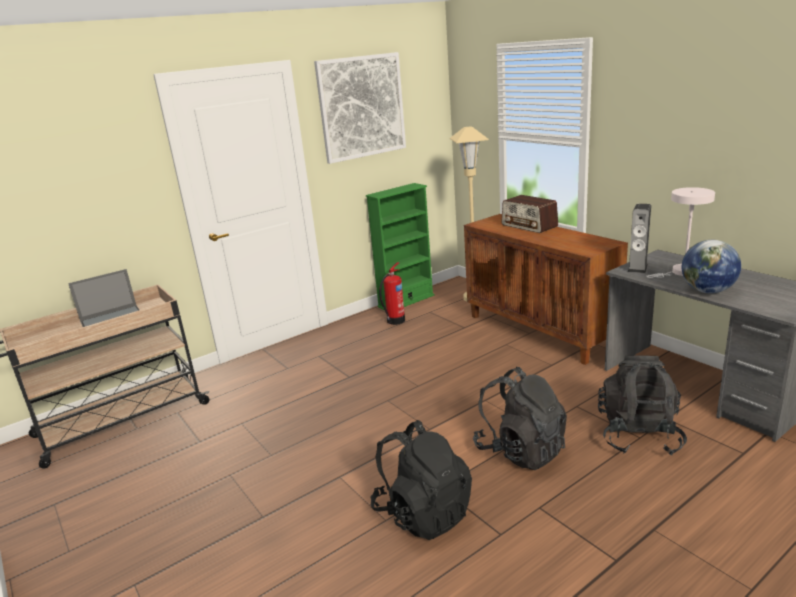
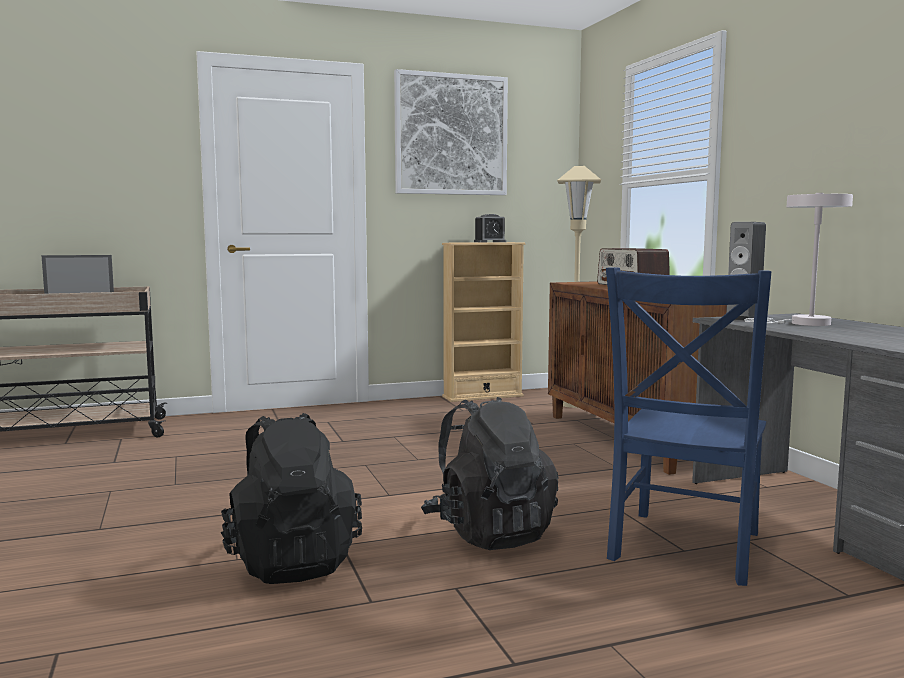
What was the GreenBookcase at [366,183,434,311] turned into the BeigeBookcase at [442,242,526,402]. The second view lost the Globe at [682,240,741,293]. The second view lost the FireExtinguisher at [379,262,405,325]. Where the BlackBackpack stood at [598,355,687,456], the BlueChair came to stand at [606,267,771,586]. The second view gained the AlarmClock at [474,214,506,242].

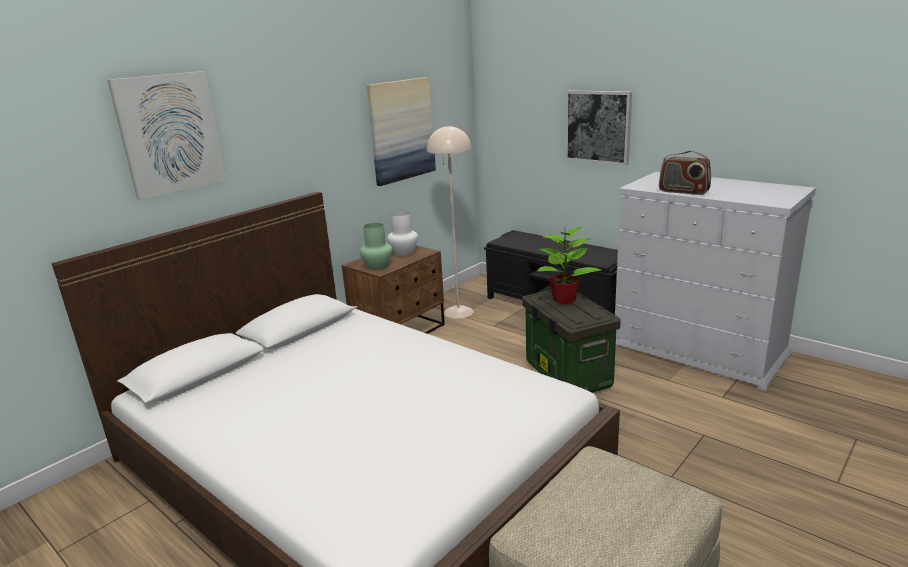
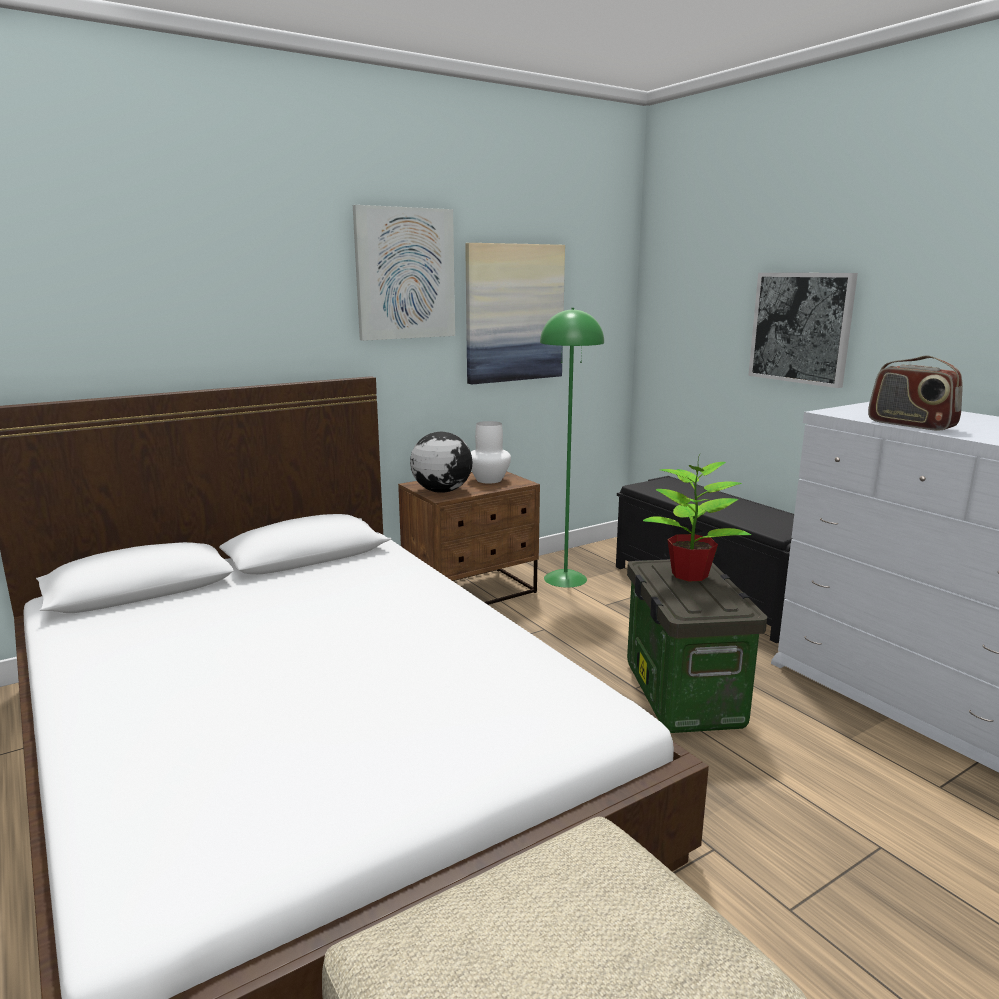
The Picture ended up elsewhere, having gone from [107,71,226,200] to [353,205,455,341]. What was the BeigeFloorLamp at [427,125,474,319] turned into the GreenFloorLamp at [540,308,604,588]. Where the GreenVase stood at [360,223,393,270], the Globe came to stand at [410,432,473,493].

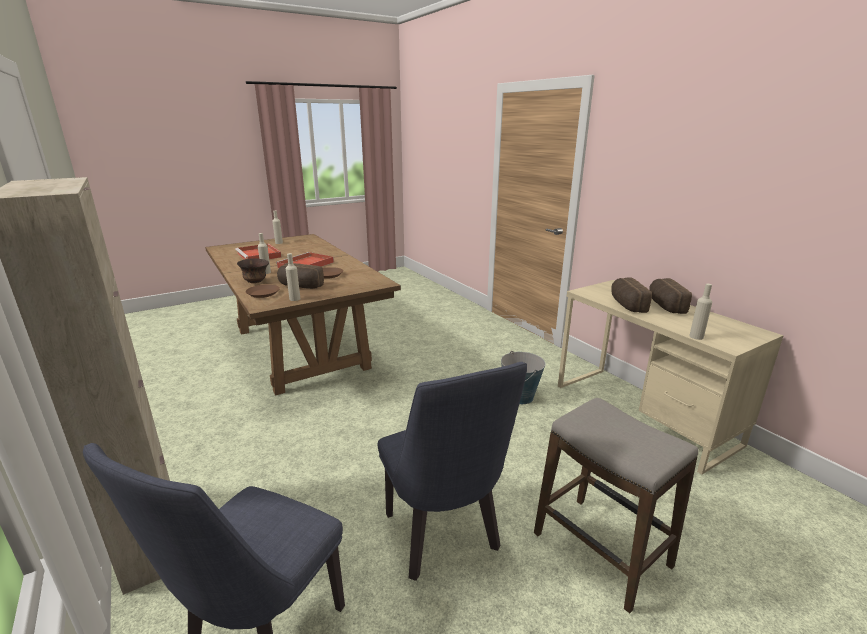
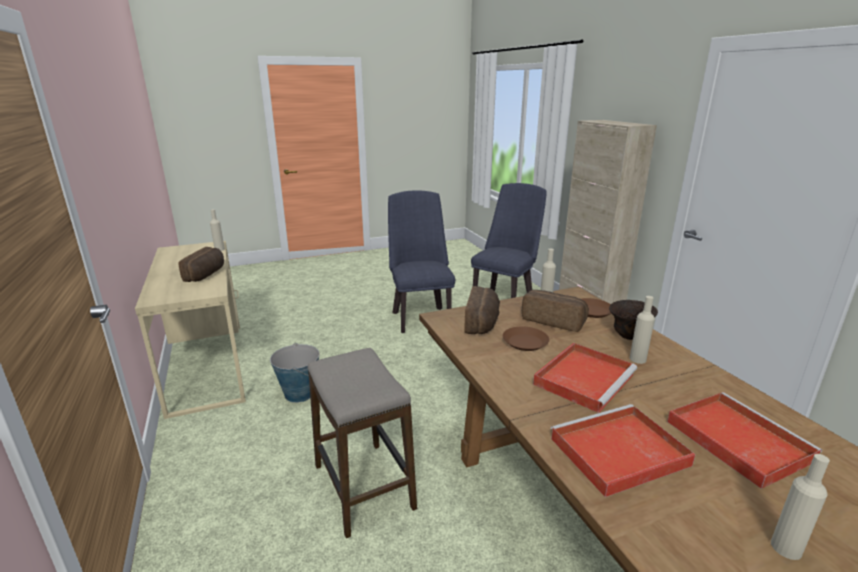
The Bread ended up elsewhere, having gone from [649,278,692,314] to [464,286,500,334]. The Stool ended up elsewhere, having gone from [534,398,699,613] to [308,348,417,538]. The second view gained the RedTray at [551,404,696,497].

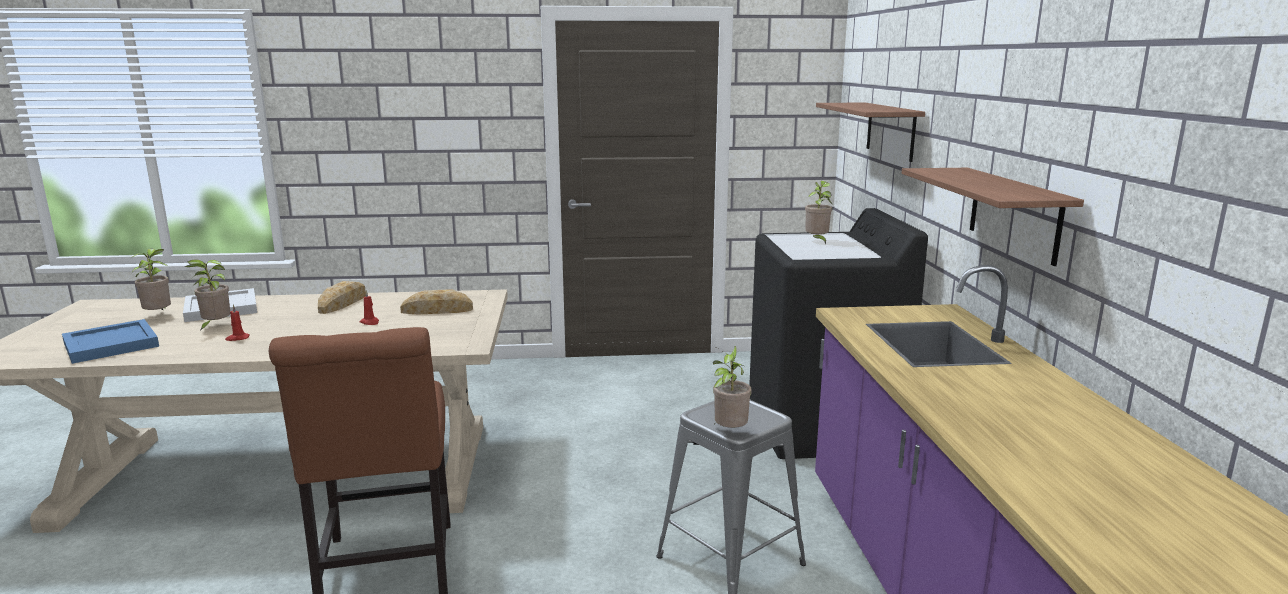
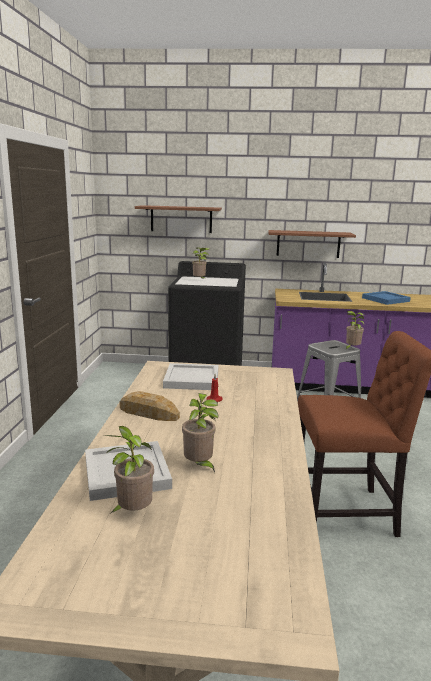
Where the Bread stood at [400,289,473,315], the WhiteTray came to stand at [163,363,218,390]. The second view lost the RedCandle at [225,304,250,341]. The BlueTray ended up elsewhere, having gone from [62,319,159,364] to [362,291,411,305].

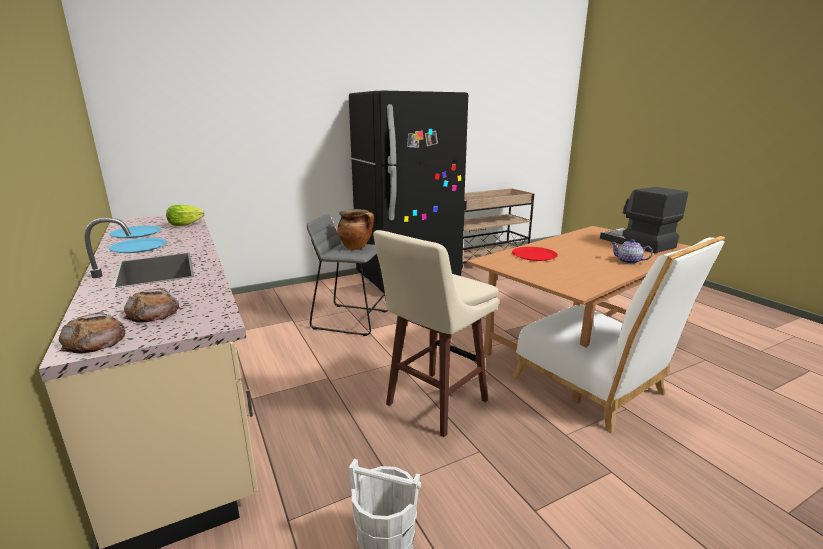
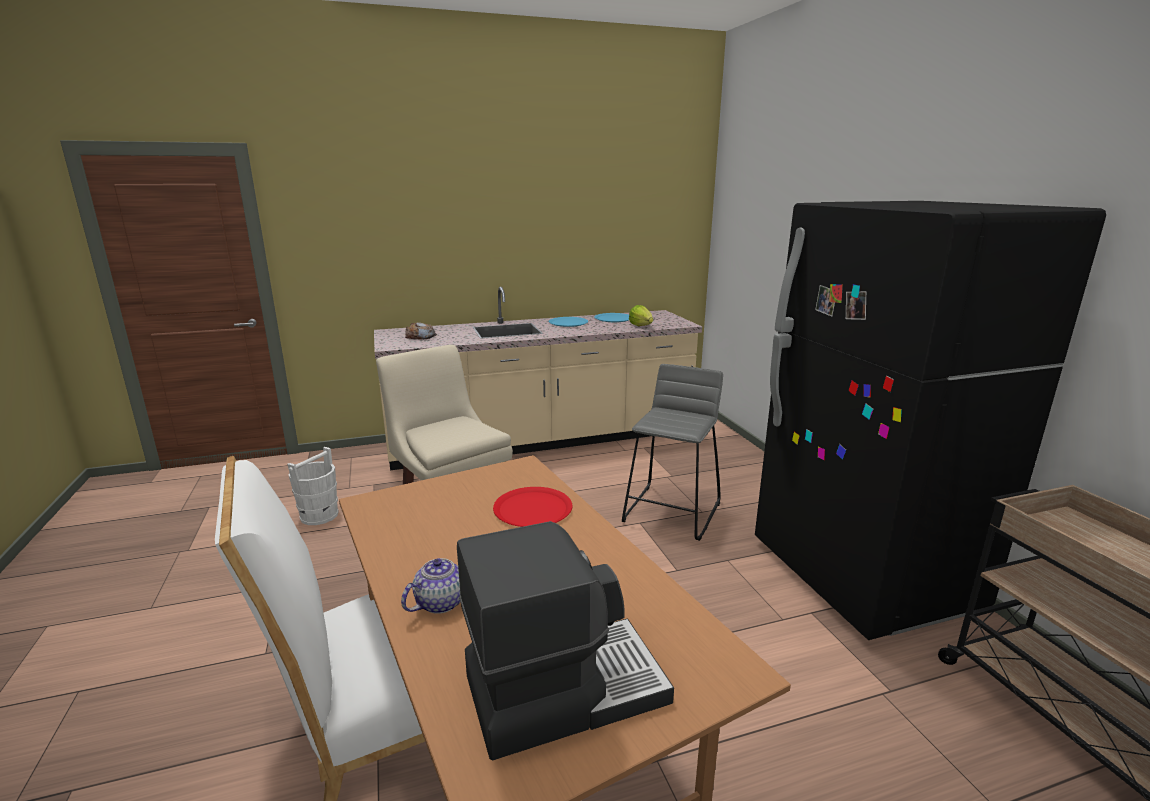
The second view lost the CookingPot at [337,209,374,250]. The second view lost the Bread at [59,312,125,354].

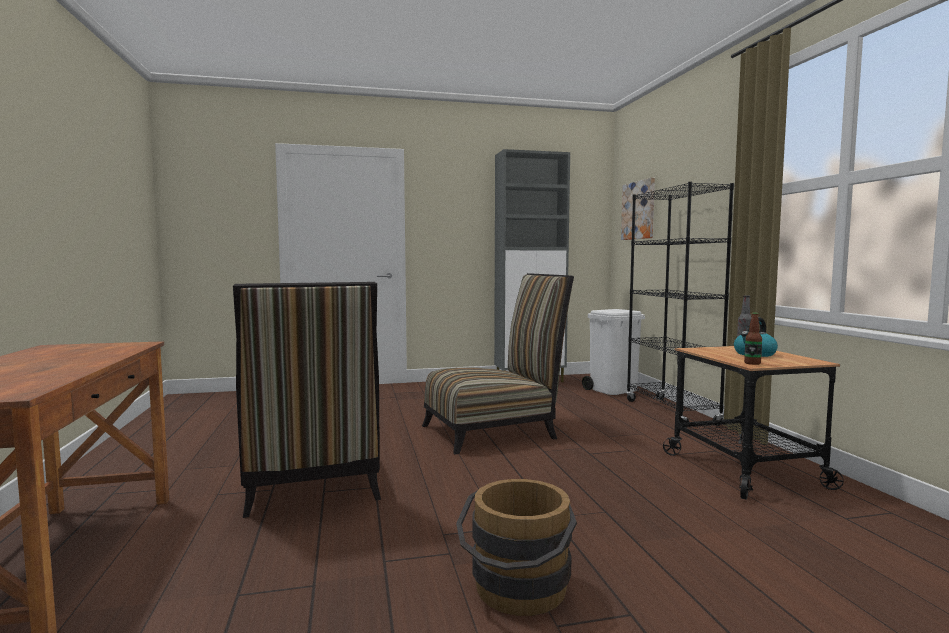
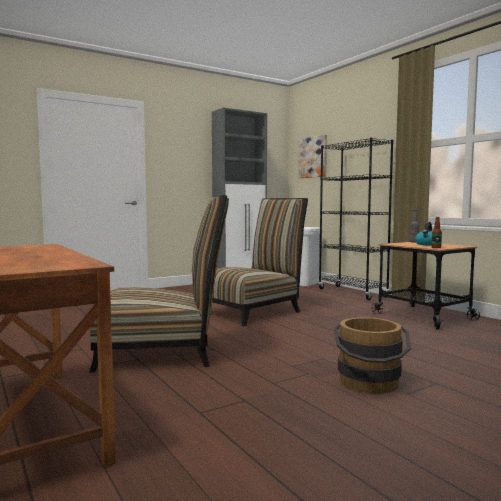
The Chair at [233,282,381,518] ended up facing another way, 60 degrees counterclockwise from before.

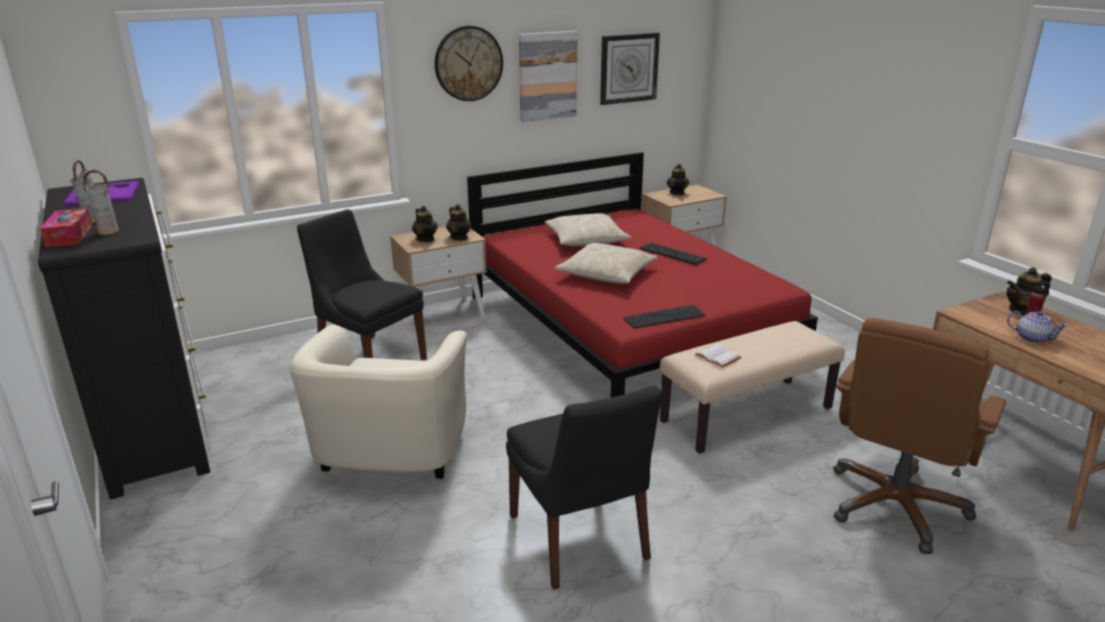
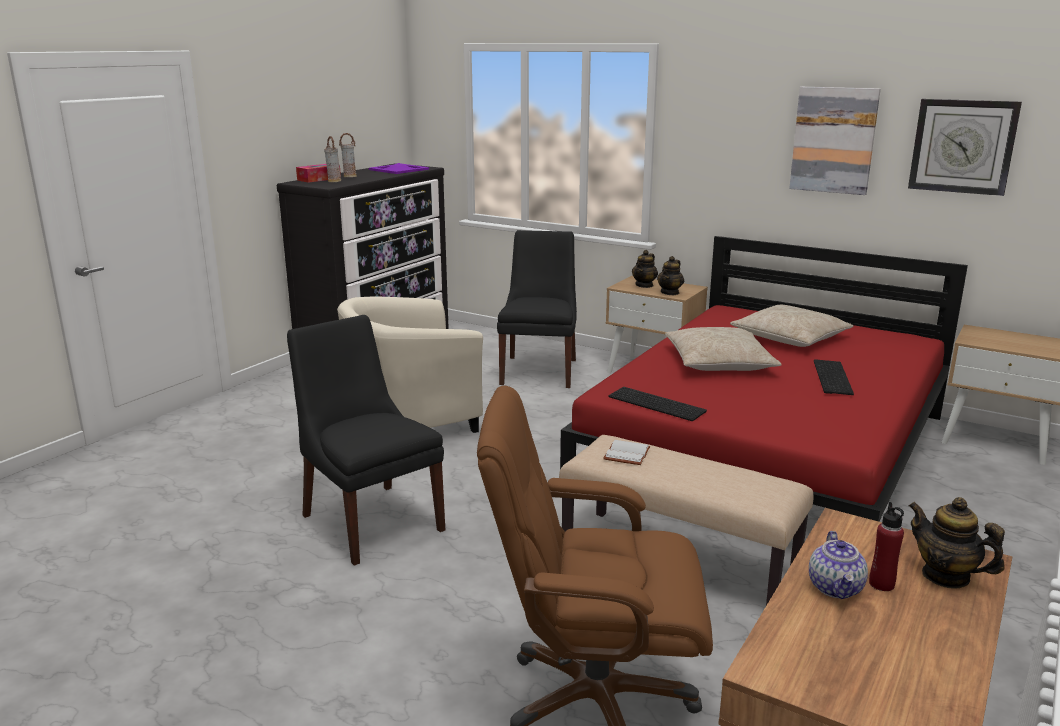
The second view lost the WallClock at [435,26,503,101]. The second view lost the Teapot at [667,164,689,195]. The BlackChair at [506,386,662,590] ended up facing another way, 105 degrees clockwise from before.

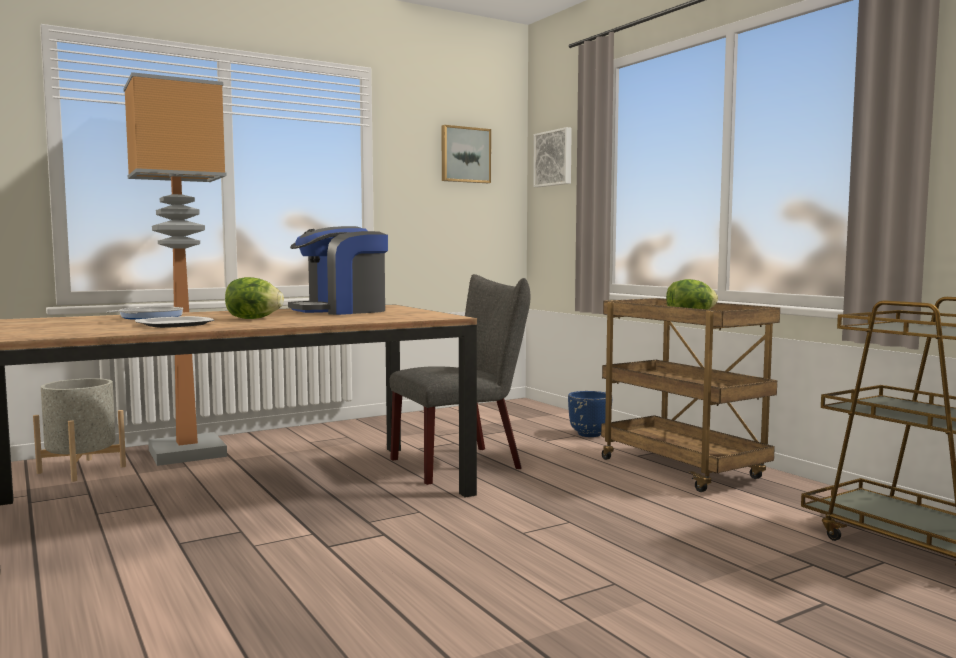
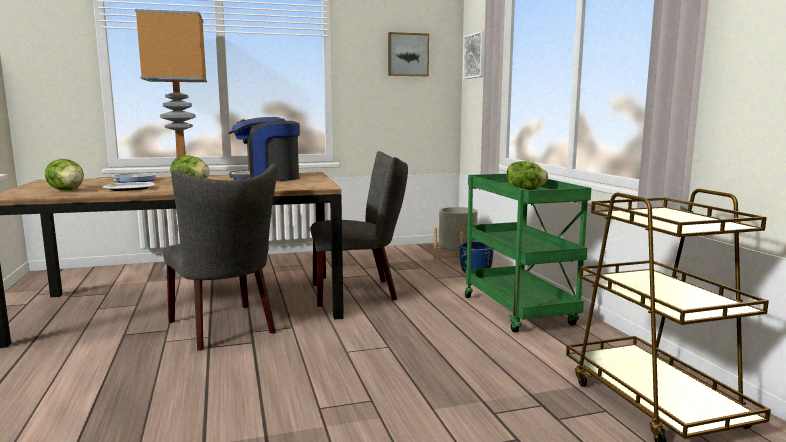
What was the BrownCart at [601,298,780,492] turned into the GreenCart at [465,174,591,333]. The GreyPlanter ended up elsewhere, having gone from [33,378,126,482] to [433,207,479,267]. The second view gained the Lettuce at [45,159,84,190]. The second view gained the GreyChair at [163,164,277,350].

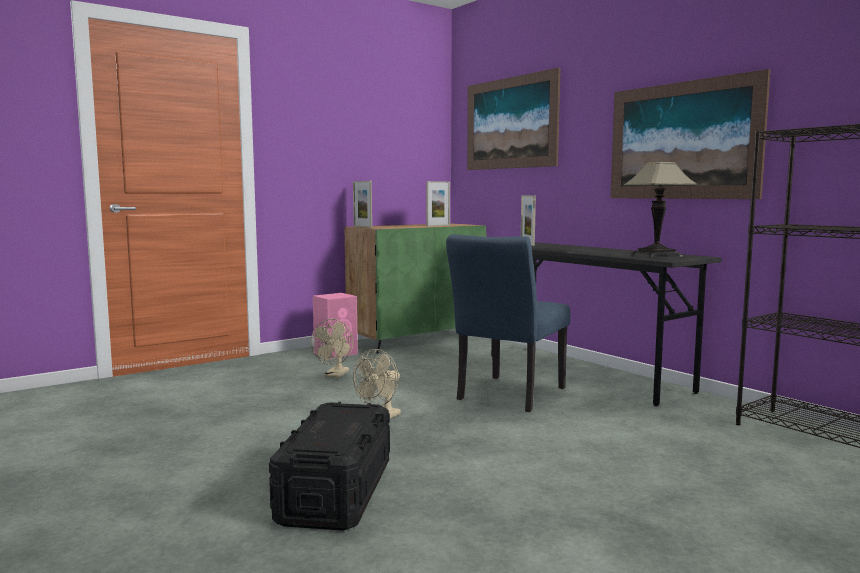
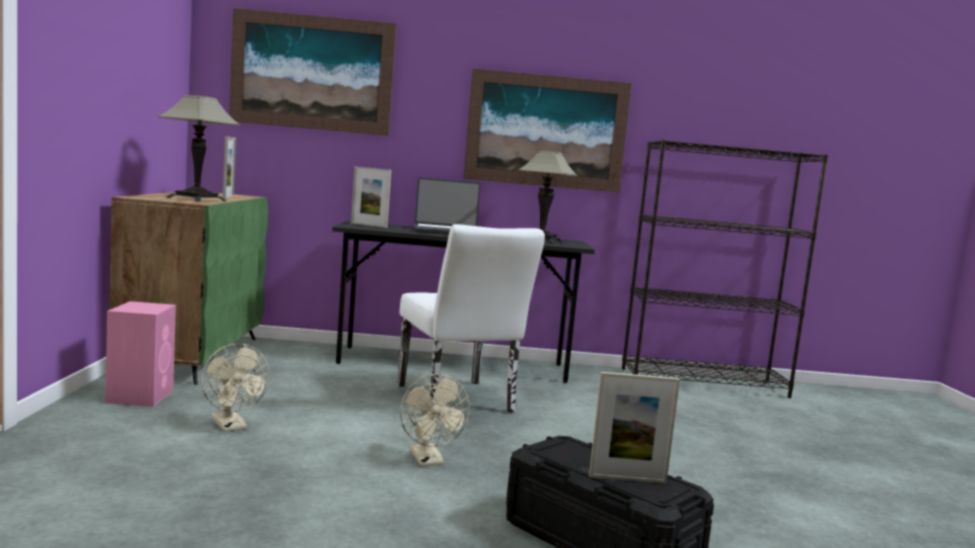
The PictureFrame ended up elsewhere, having gone from [353,181,372,228] to [589,372,680,483]. What was the BlueChair at [446,234,570,412] turned into the WhiteChair at [397,224,545,413]. The second view gained the TableLamp at [157,95,240,202]. The second view gained the Laptop at [414,178,481,235].

